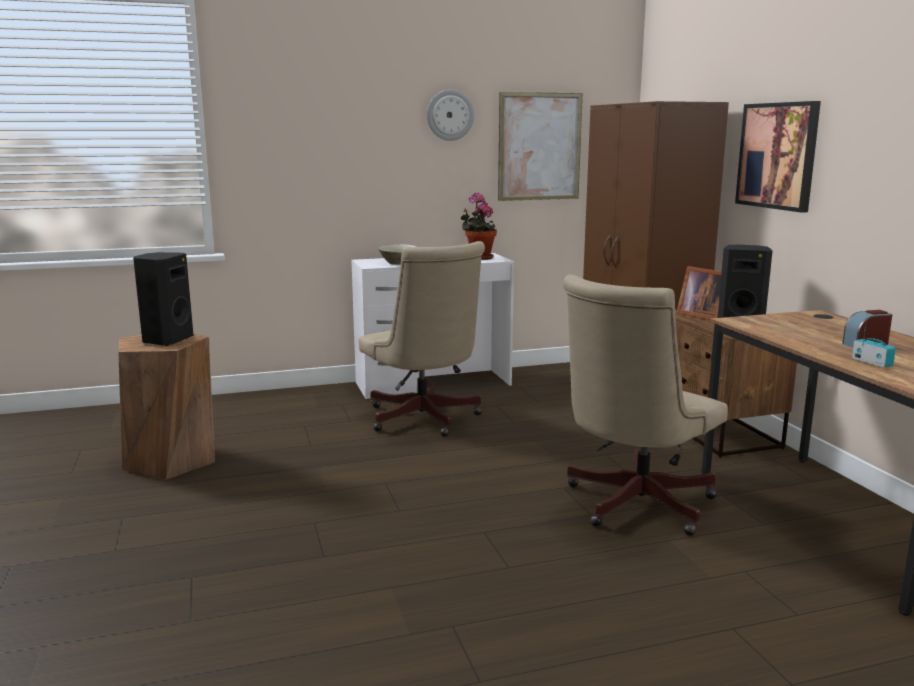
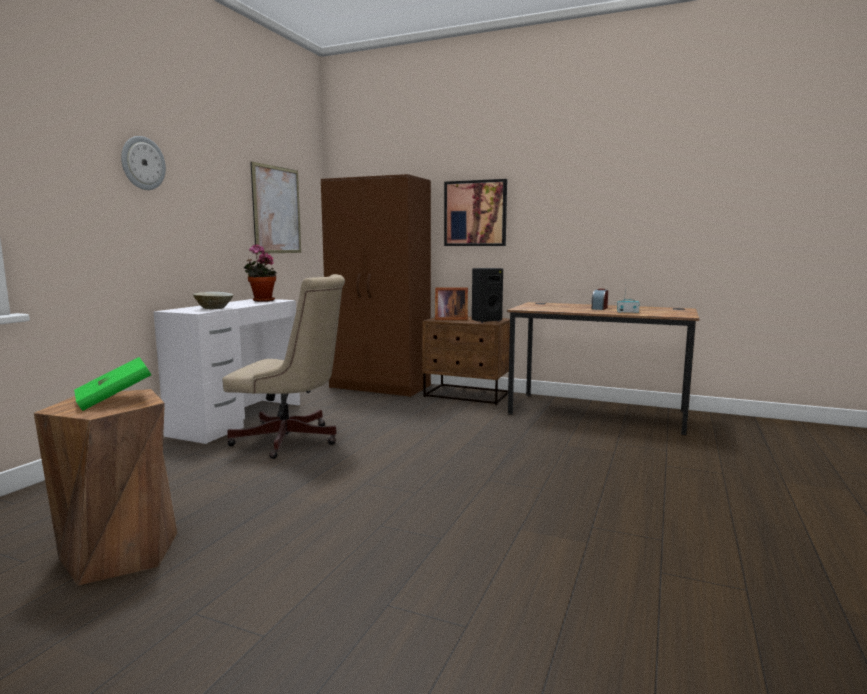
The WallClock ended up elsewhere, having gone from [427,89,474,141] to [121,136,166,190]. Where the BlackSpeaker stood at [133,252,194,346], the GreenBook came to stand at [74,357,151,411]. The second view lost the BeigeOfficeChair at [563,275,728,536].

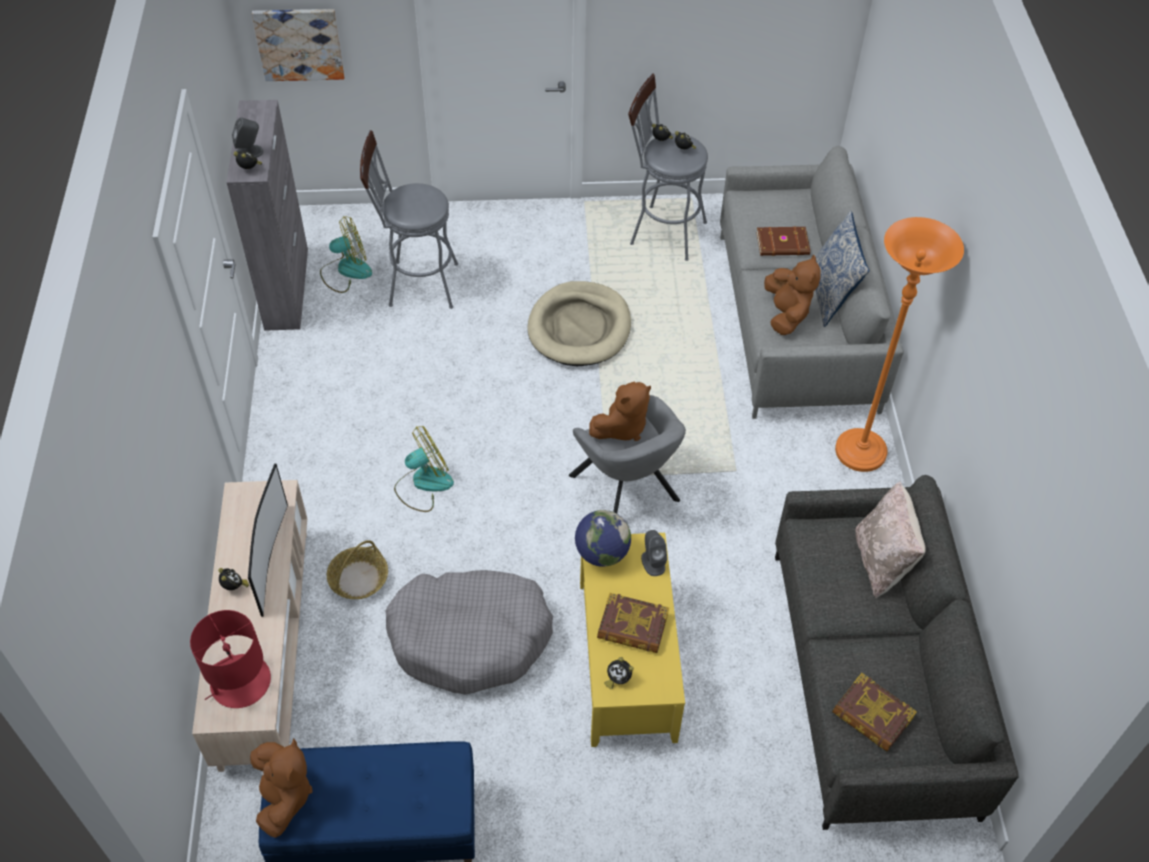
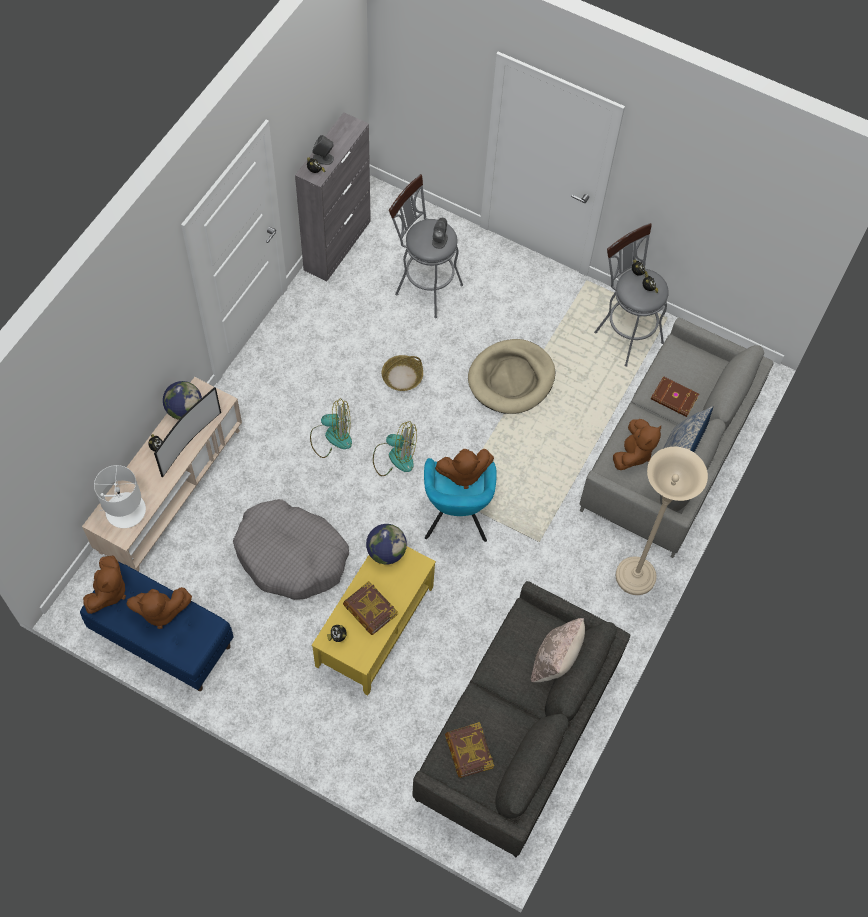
The second view lost the Picture at [252,9,345,81]. The Fan ended up elsewhere, having gone from [320,217,372,293] to [373,421,417,476]. What was the OrangeFloorLamp at [835,217,964,472] turned into the BeigeFloorLamp at [616,447,708,595]. What was the GreyArmchair at [569,395,686,513] turned into the TurquoiseArmchair at [424,458,497,542]. The GreySpeaker ended up elsewhere, having gone from [641,530,667,576] to [432,218,448,249]. The Basket ended up elsewhere, having gone from [327,540,388,599] to [382,355,423,391]. What was the RedTableLamp at [190,610,271,708] turned into the WhiteTableLamp at [94,465,146,528]. The second view gained the Globe at [163,381,202,420]. The second view gained the BrownPlushToy at [126,587,192,629].

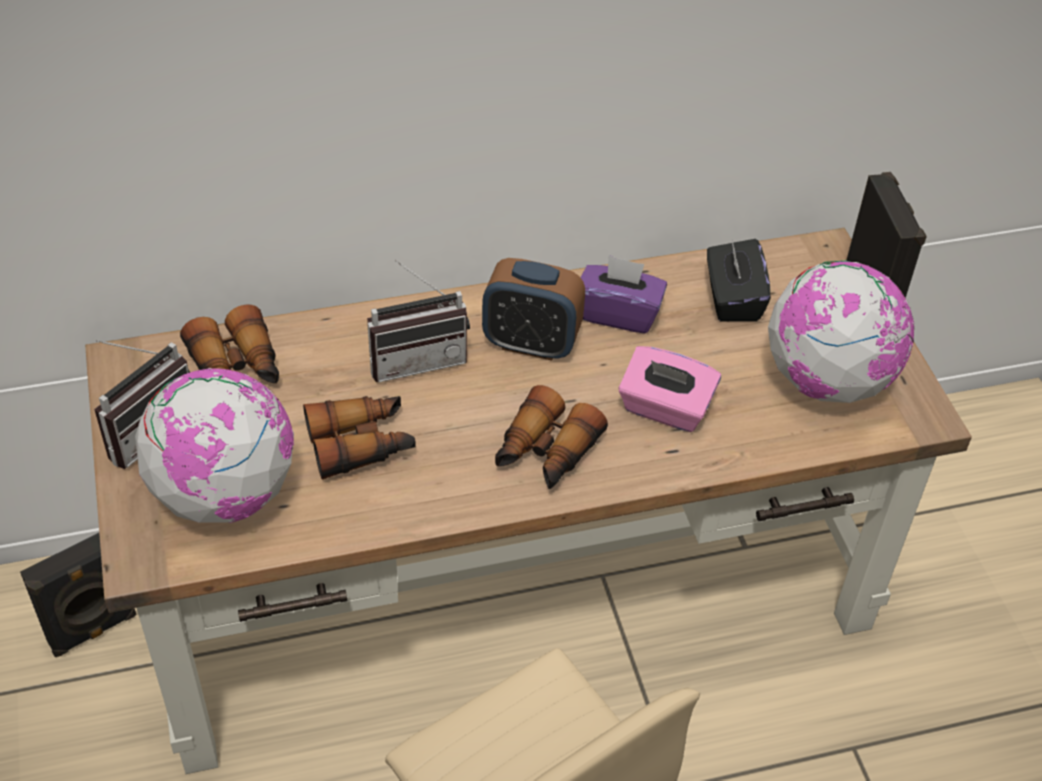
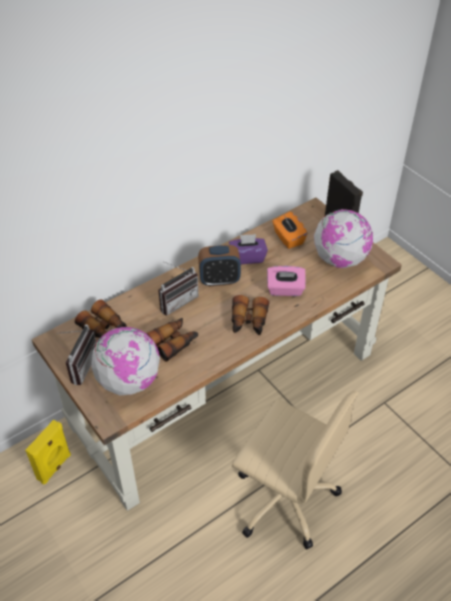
What was the BlackTissueBox at [707,239,771,321] turned into the OrangeTissueBox at [272,212,308,249]. What was the BlackSpeaker at [20,533,136,657] turned into the YellowSpeaker at [25,420,71,484].

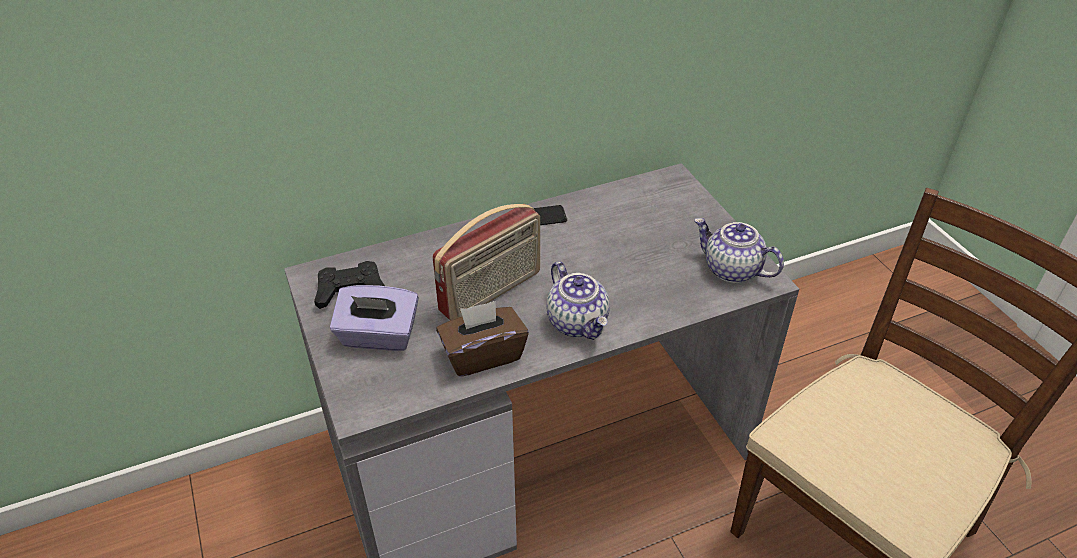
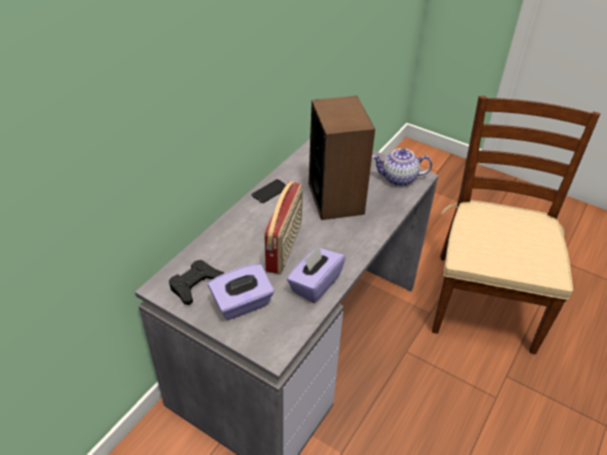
The second view lost the Teapot at [546,261,610,340]. What was the BrownTissueBox at [436,301,529,377] turned into the PurpleTissueBox at [287,245,345,303]. The second view gained the Speaker at [309,96,375,220].

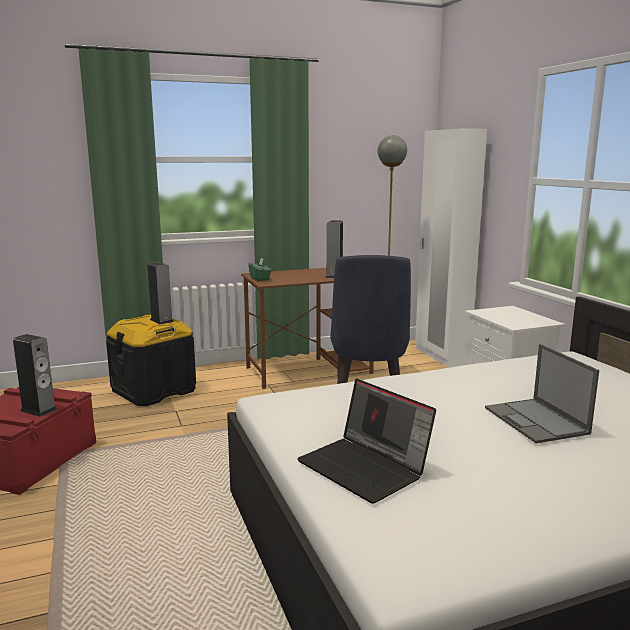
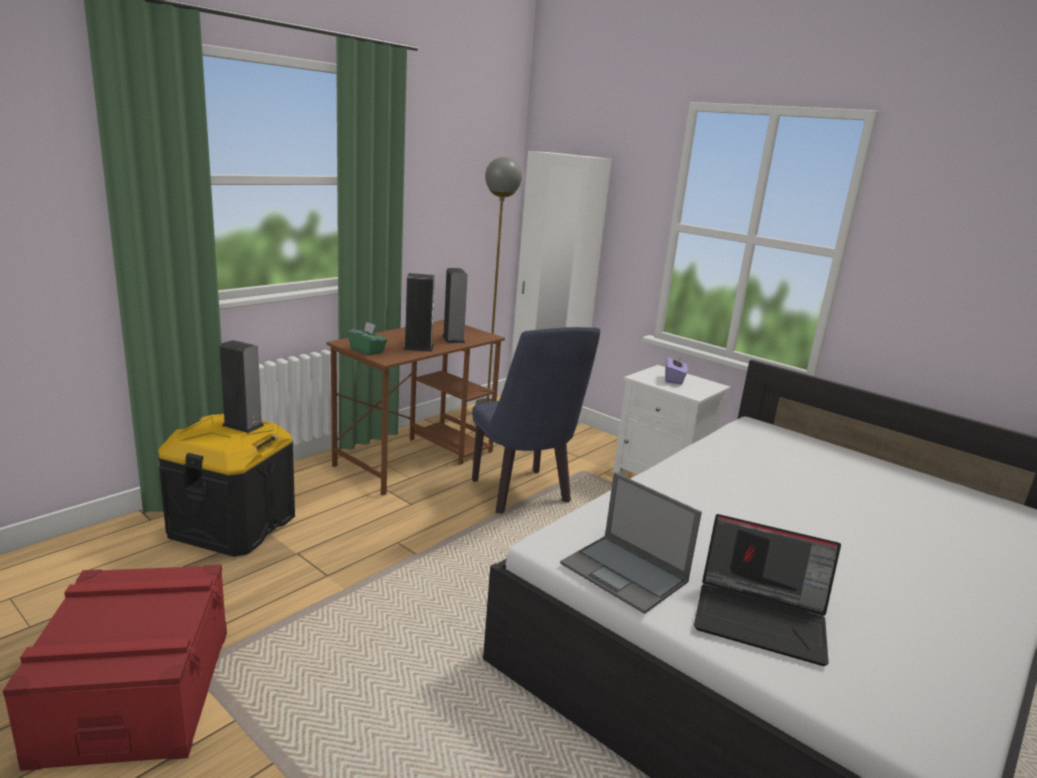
The Speaker ended up elsewhere, having gone from [13,334,57,417] to [403,273,435,352]. The Laptop ended up elsewhere, having gone from [485,344,599,443] to [560,472,702,614]. The second view gained the PurpleTissueBox at [665,356,688,385].

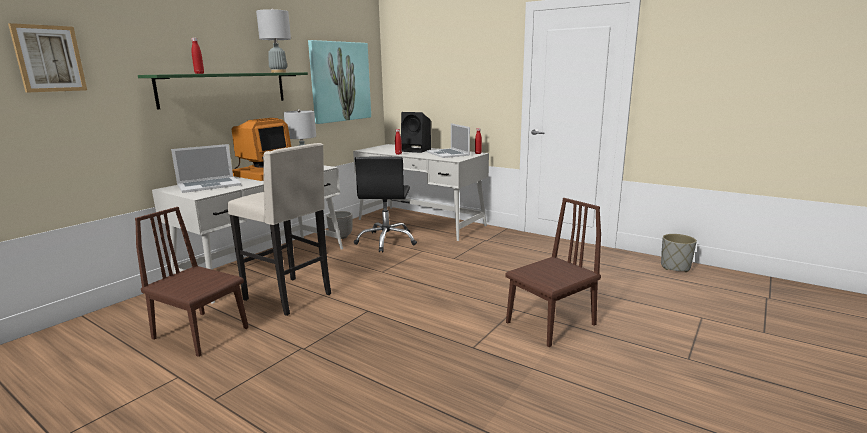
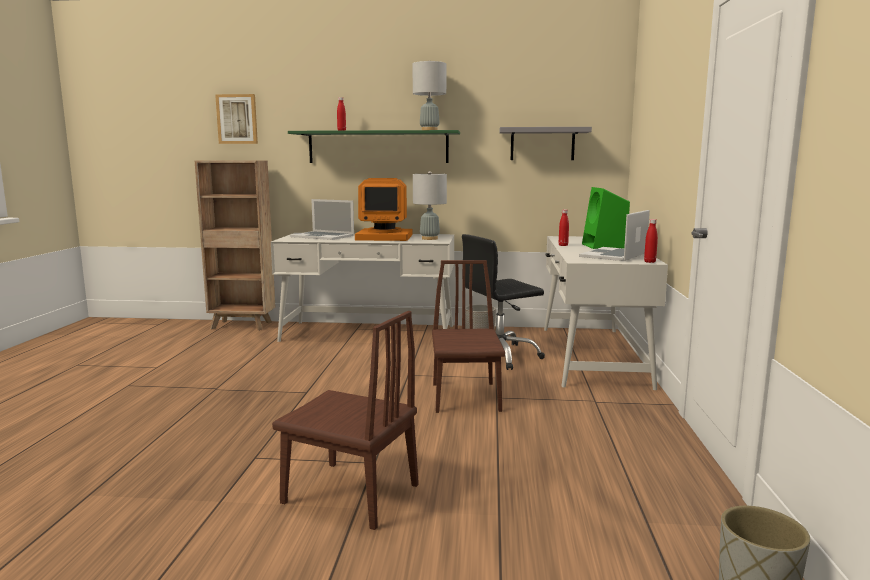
Where the Picture hung at [308,40,371,124], the GreyShelf came to hang at [500,127,592,160]. What was the BlackSpeaker at [401,112,431,153] turned into the GreenSpeaker at [582,187,630,249]. The second view lost the BeigeStool at [227,143,331,316]. The BrownChair ended up elsewhere, having gone from [135,207,248,357] to [432,260,505,413]. The second view gained the BrownBookcase at [195,161,275,331].

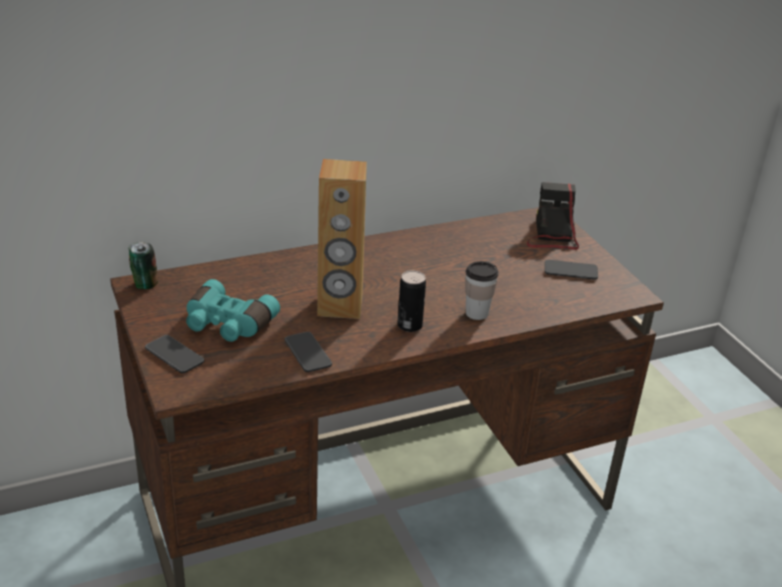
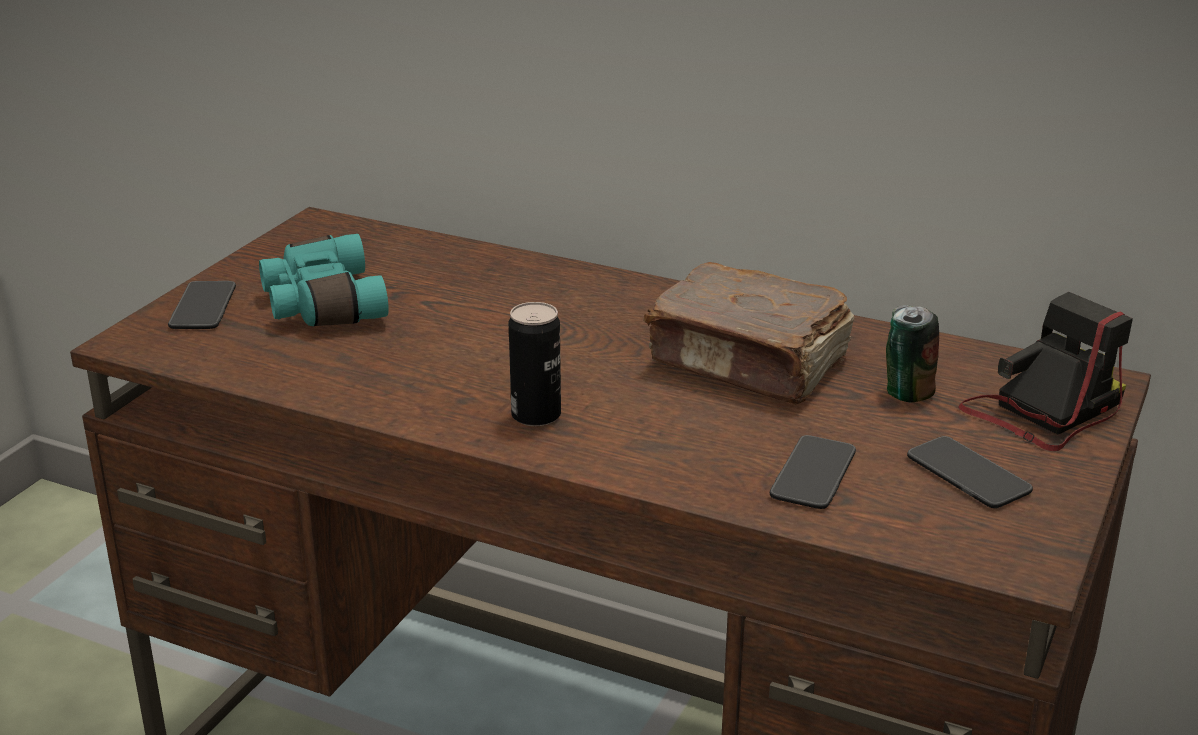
The second view lost the BrownSpeaker at [317,159,367,319]. The Can ended up elsewhere, having gone from [128,242,158,289] to [886,305,939,402]. The second view lost the Cup at [465,261,499,320]. The Phone ended up elsewhere, having gone from [284,332,332,372] to [769,435,856,509]. The second view gained the BrownBook at [644,262,854,405].

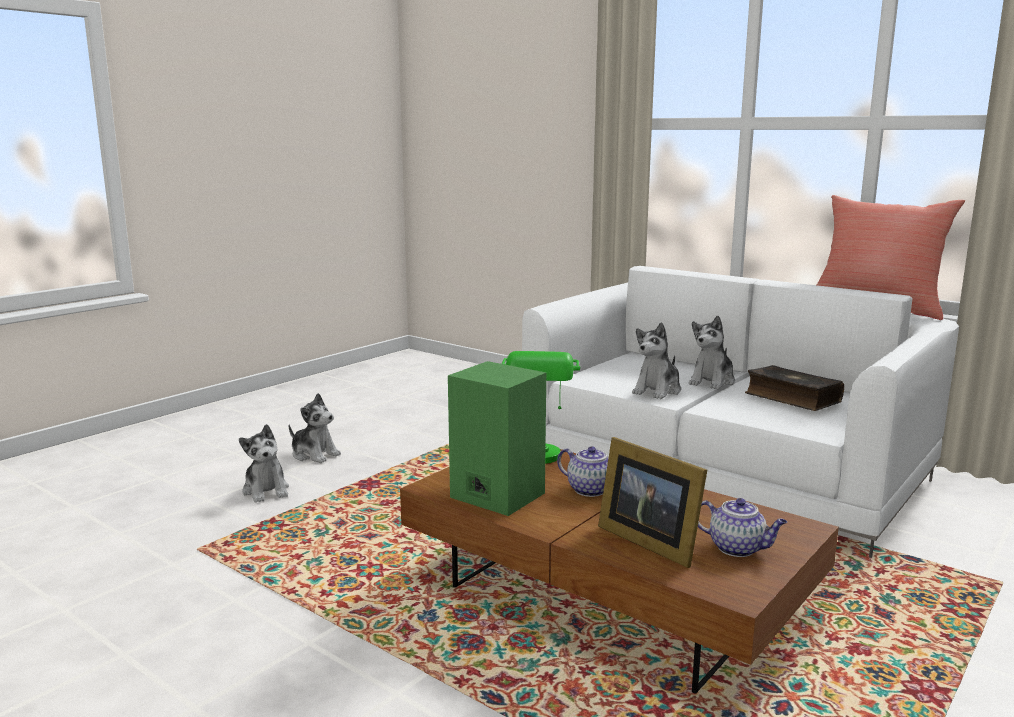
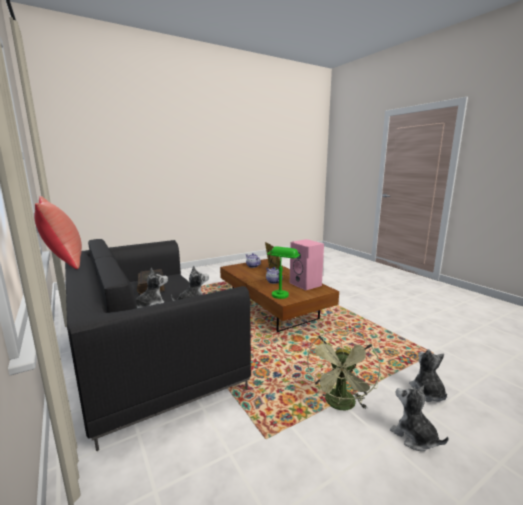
What was the WhiteSofa at [522,266,959,558] turned into the BlackSofa at [65,239,251,451]. What was the GreenSpeaker at [448,361,546,516] turned into the PinkSpeaker at [290,239,324,291]. The second view gained the GreenFan at [307,330,380,410].

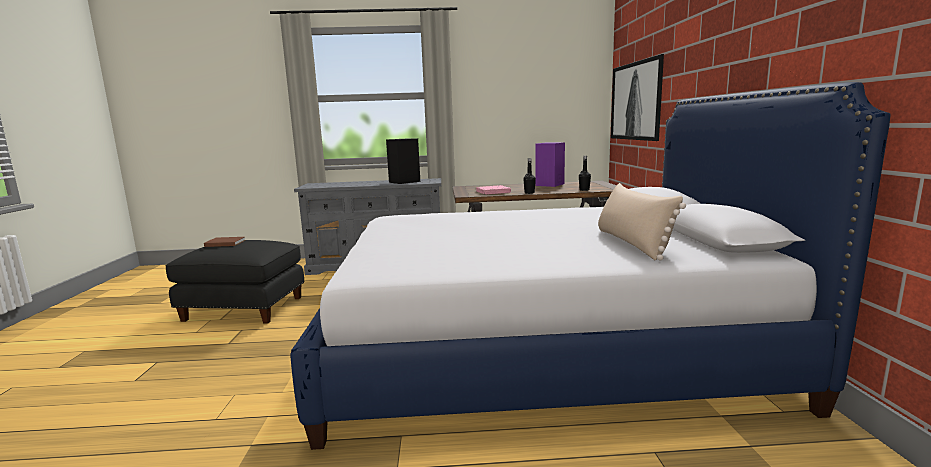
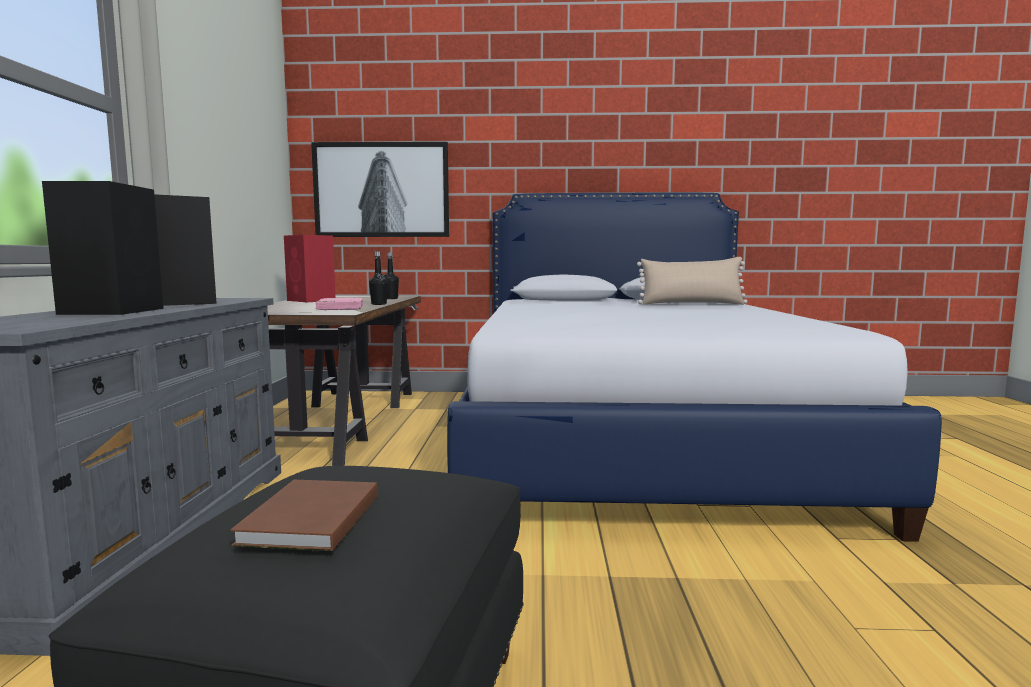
What was the PurpleSpeaker at [535,142,565,187] turned into the RedSpeaker at [284,235,336,302]. The second view gained the BlackSpeaker at [42,181,164,315].

